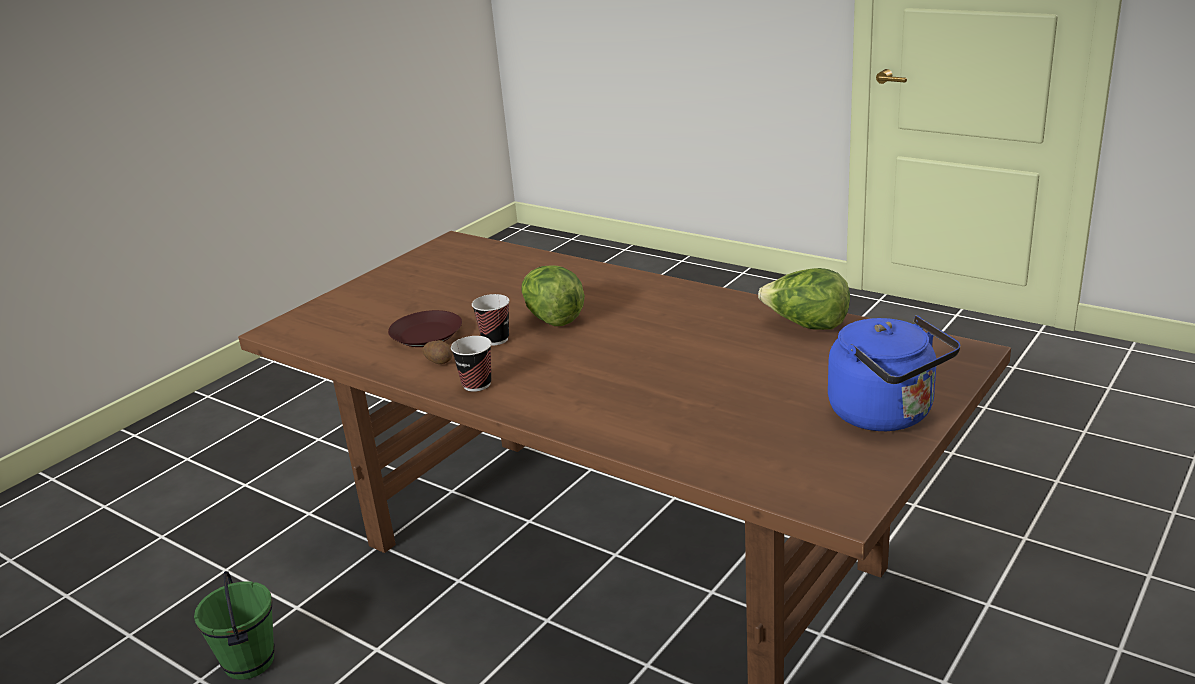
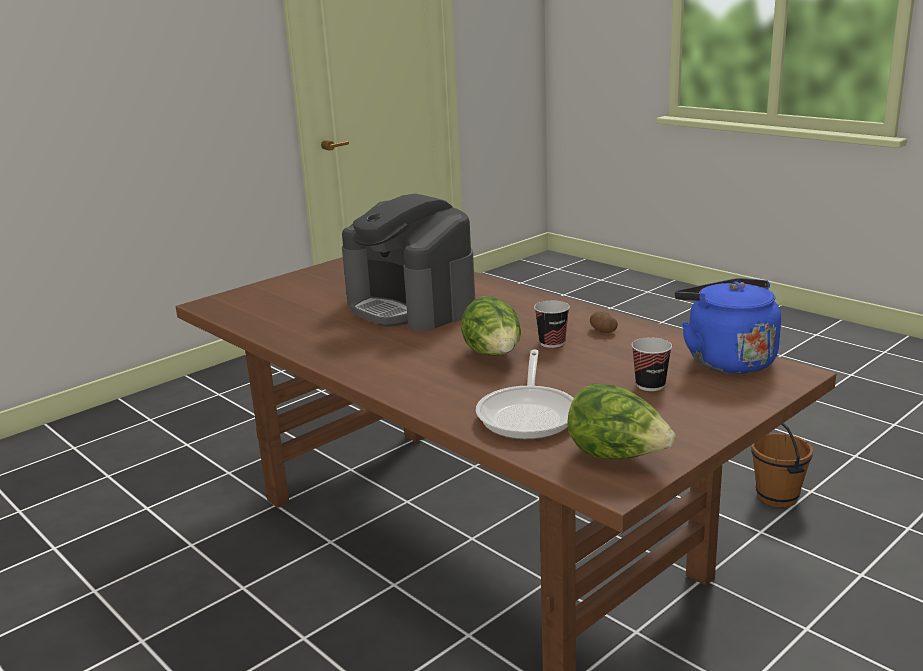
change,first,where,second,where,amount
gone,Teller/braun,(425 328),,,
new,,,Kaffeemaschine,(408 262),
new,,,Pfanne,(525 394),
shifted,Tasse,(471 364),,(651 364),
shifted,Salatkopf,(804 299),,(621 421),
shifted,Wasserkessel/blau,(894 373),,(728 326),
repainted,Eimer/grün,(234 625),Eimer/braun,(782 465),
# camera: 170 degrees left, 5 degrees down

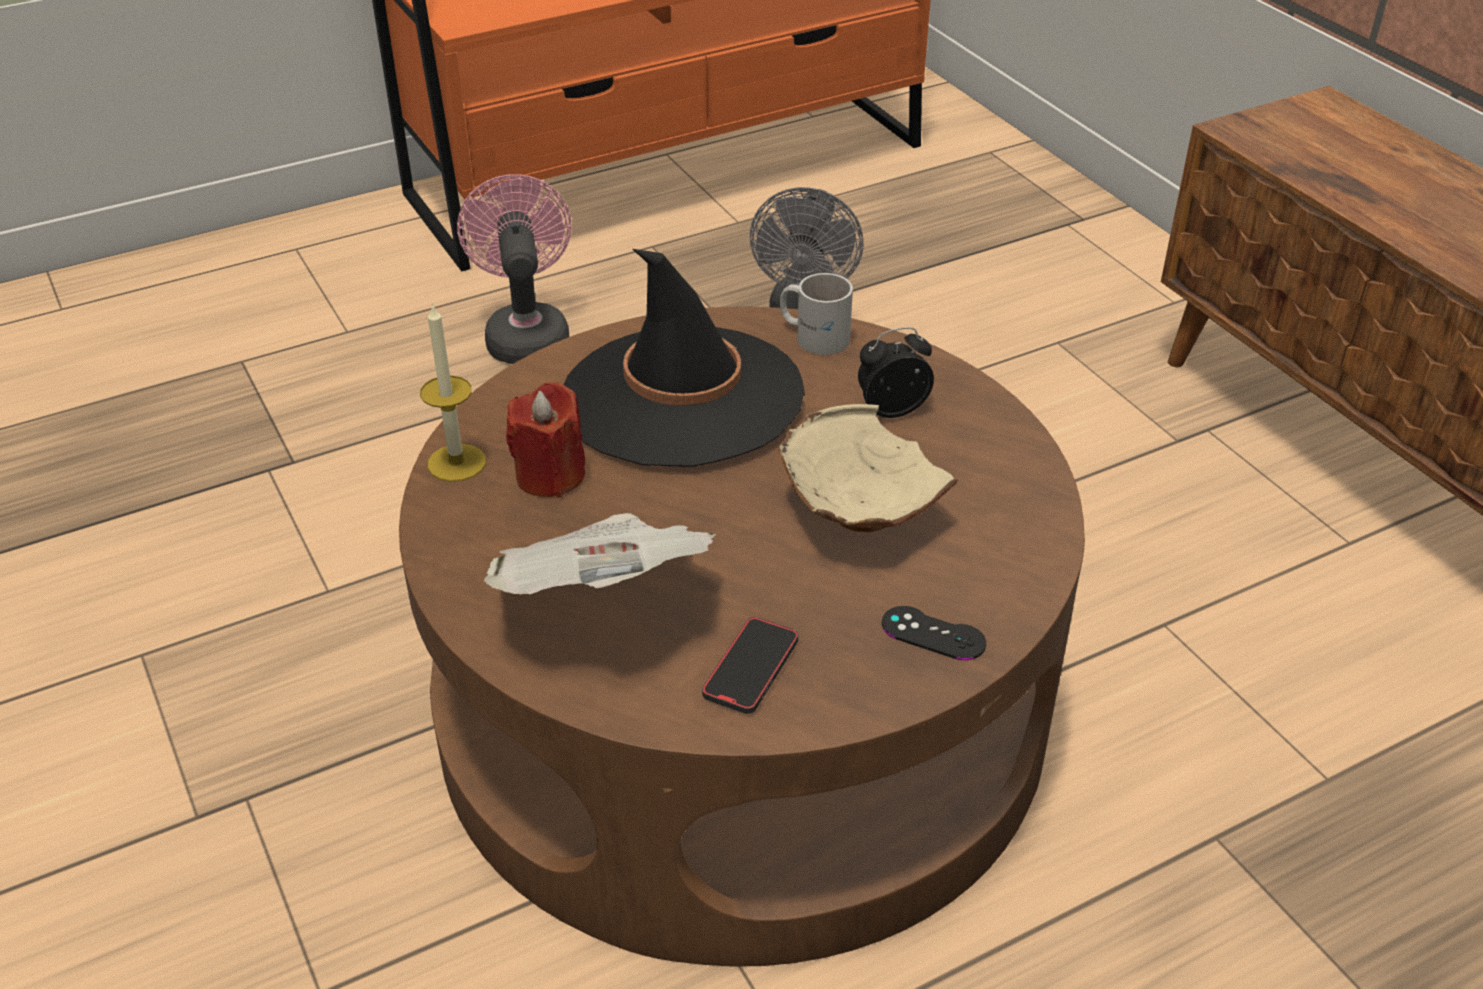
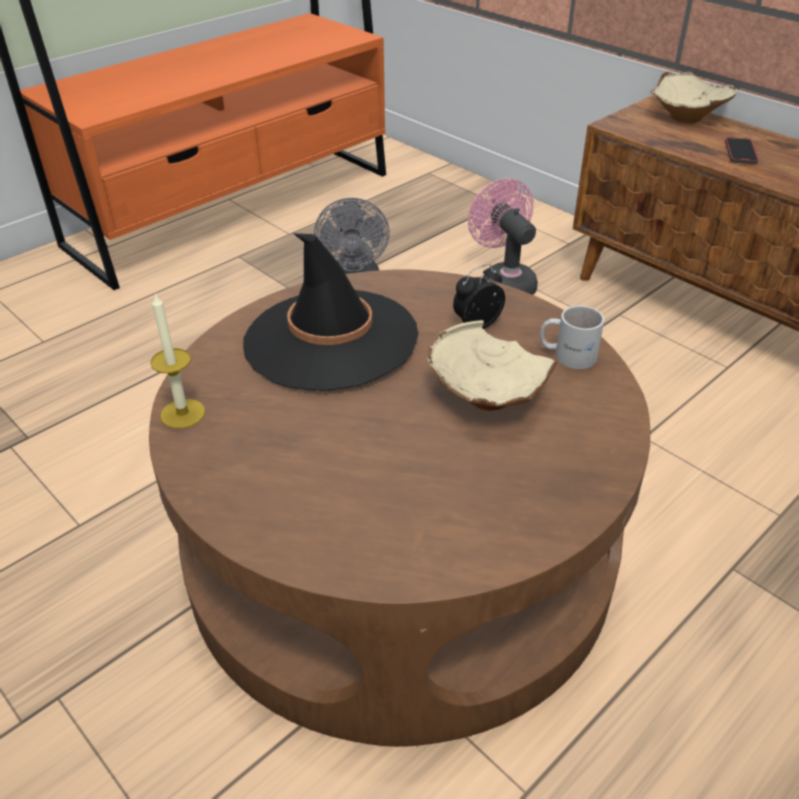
change,first,where,second,where,amount
gone,Zeitung,(599 553),,,
gone,Kerze/rot,(545 440),,,
gone,Gamepad/schwarz,(934 633),,,
new,,,Schüssel/beige,(694 97),
shifted,Ventilator/rosa,(514 269),,(503 236),
shifted,Handy,(750 665),,(742 150),
shifted,Henkelbecher/weiß,(816 314),,(572 337),
# camera: 15 degrees left, 0 degrees up

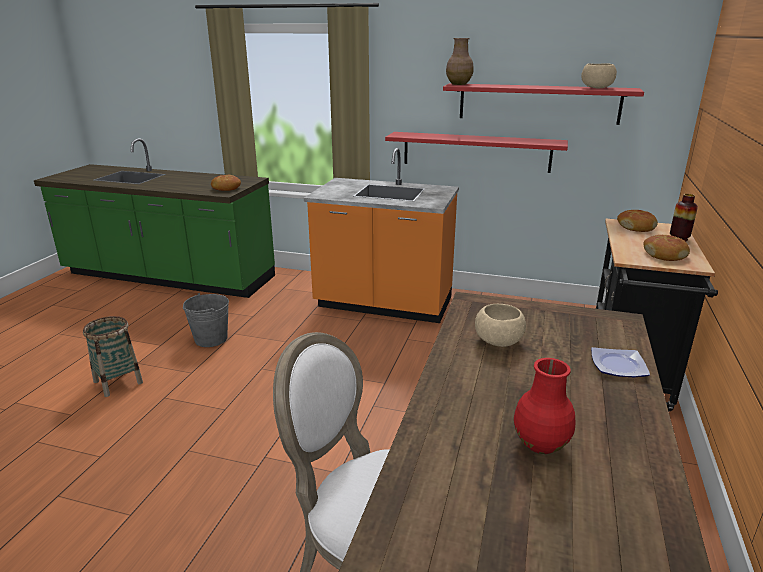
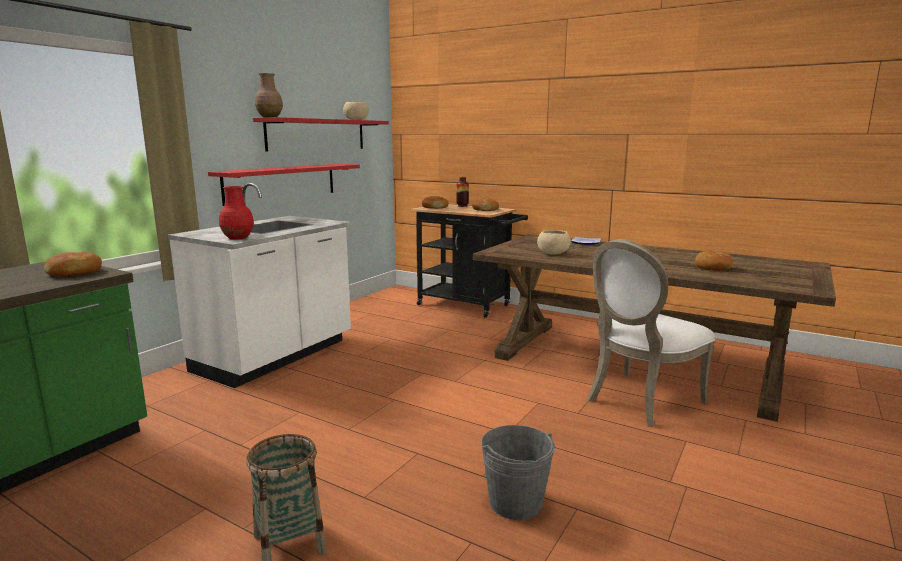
change,first,where,second,where,amount
new,,,Brot,(714 261),
shifted,Eimer/grau,(206 320),,(518 472),
shifted,Vase/rot,(545 406),,(236 213),
repainted,Küchenzeile/orange,(381 235),Küchenzeile/weiß,(259 285),
# camera: 75 degrees left, 10 degrees down

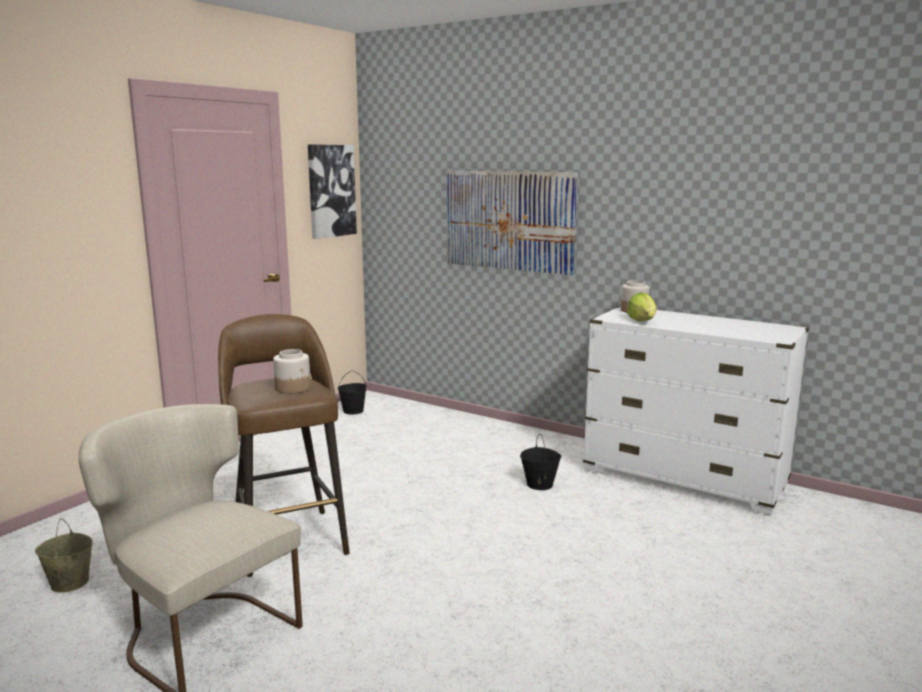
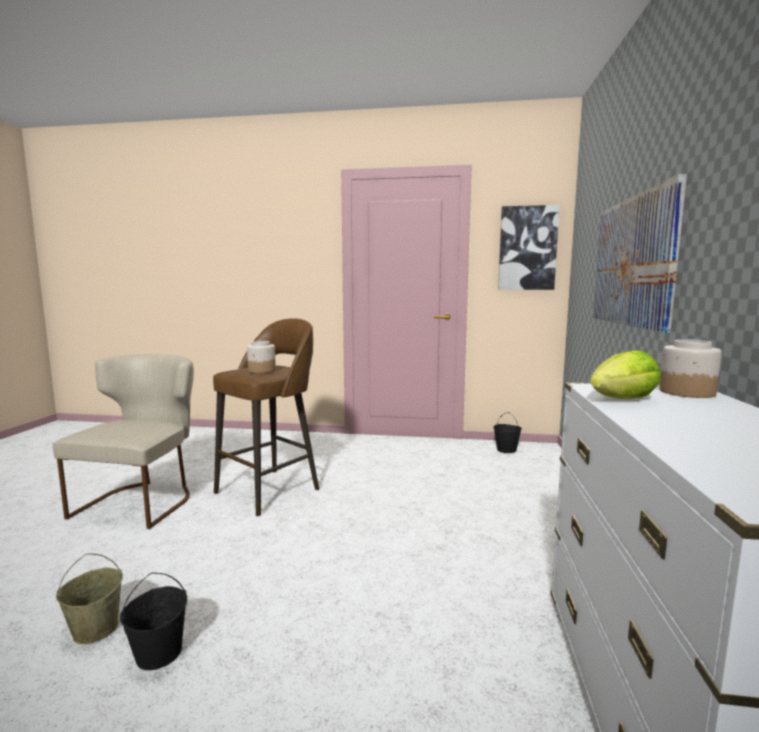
change,first,where,second,where,amount
shifted,Eimer/beige,(64 556),,(89 598),
shifted,Eimer/schwarz,(540 462),,(153 621),
# camera: 65 degrees right, 5 degrees down

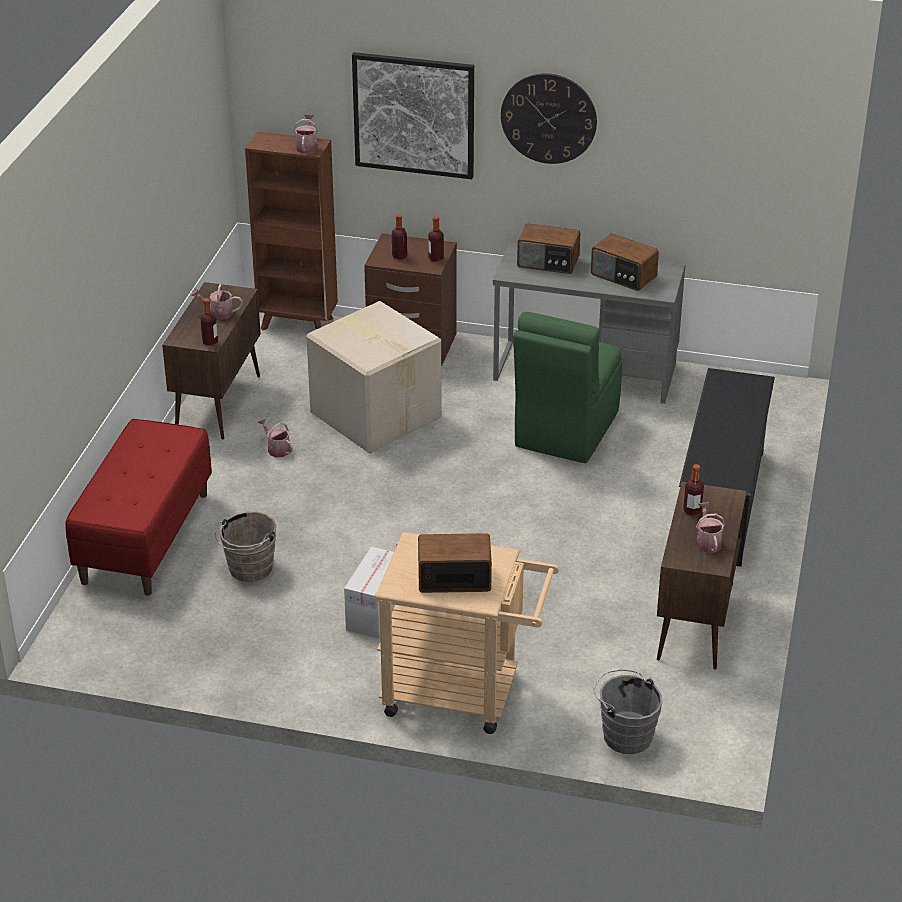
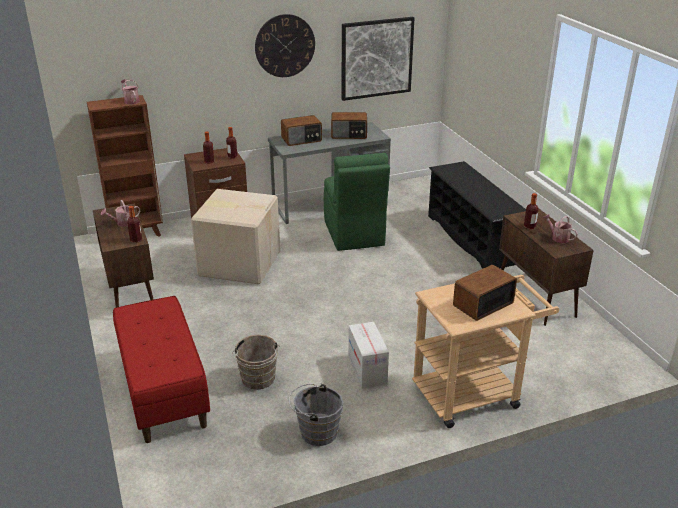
change,first,where,second,where,amount
gone,Gießkanne,(275 437),,,
shifted,Bild,(413 115),,(378 59),
shifted,Eimer/grau,(628 712),,(316 414),
# camera: 35 degrees left, 5 degrees down

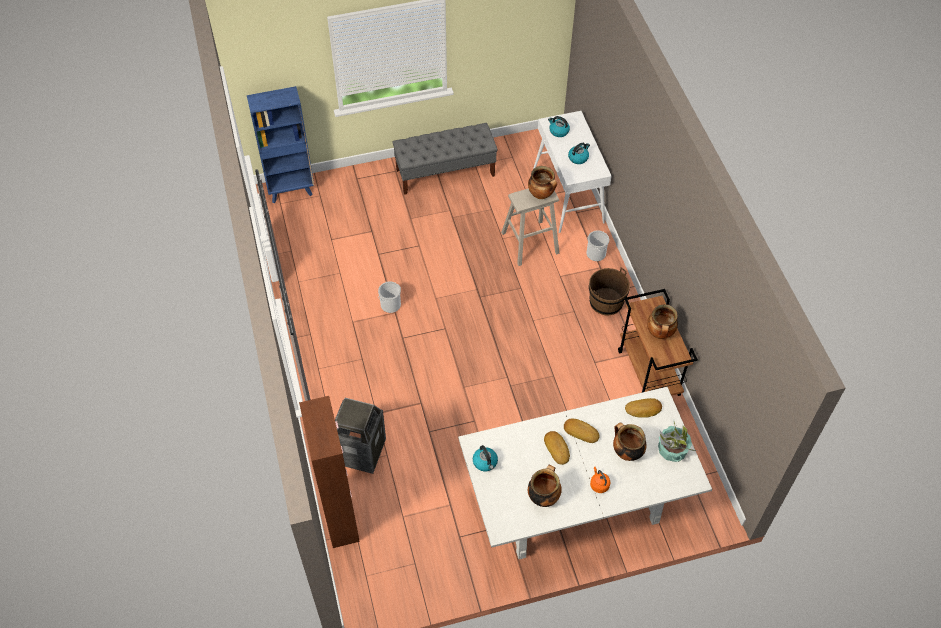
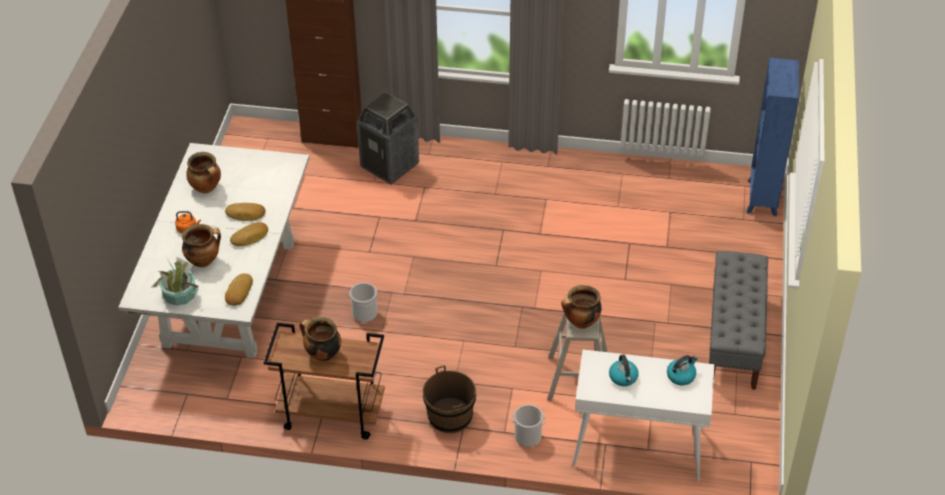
change,first,where,second,where,amount
gone,Wasserkessel,(485 458),,,
shifted,Eimer,(389 297),,(363 302),
# camera: 115 degrees right, 10 degrees down

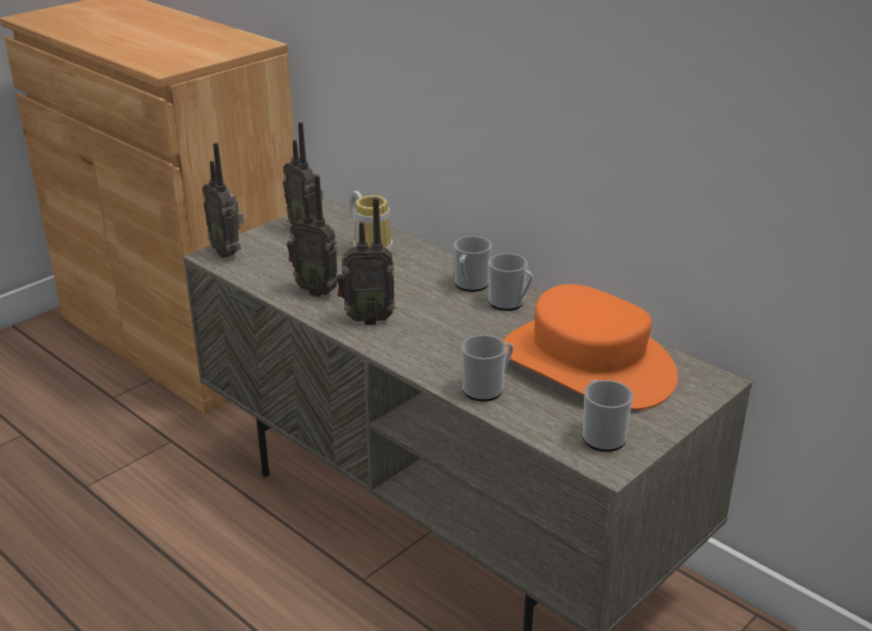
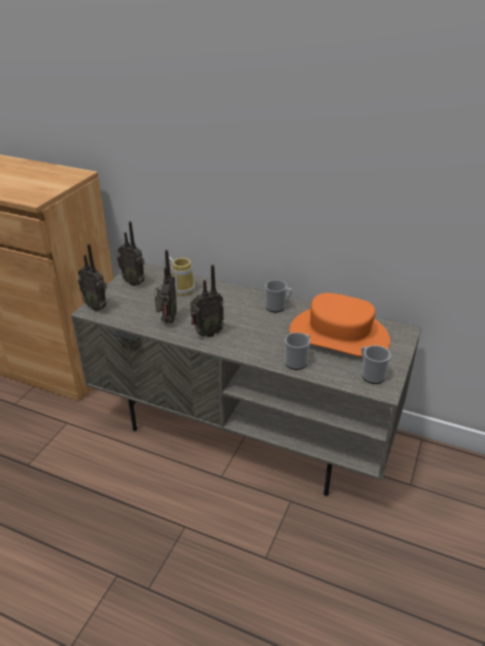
change,first,where,second,where,amount
gone,Henkelbecher,(473 264),,,
rotated,Radio,(312 236),,(165 286),90 degrees counterclockwise
# camera: 20 degrees left, 5 degrees up

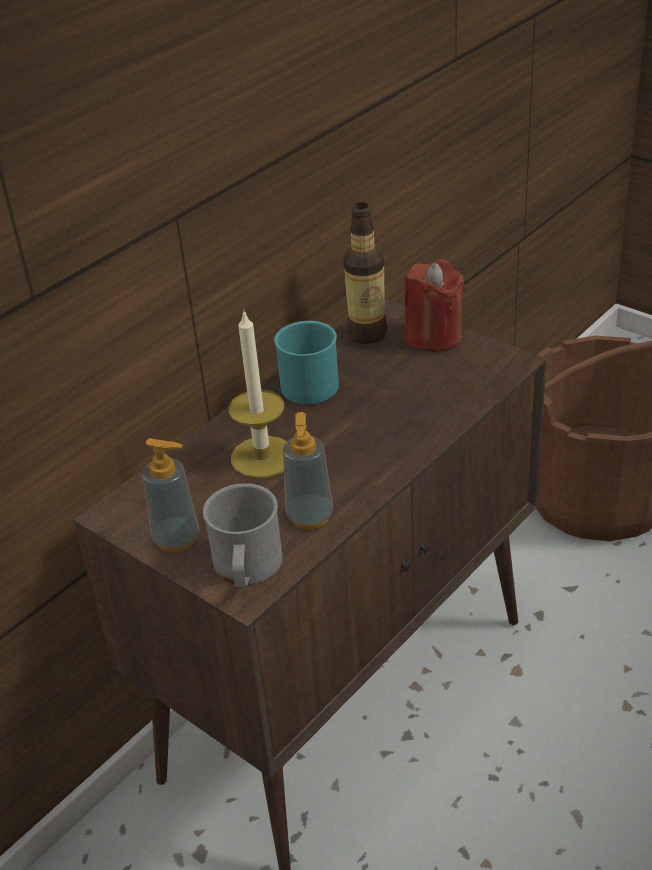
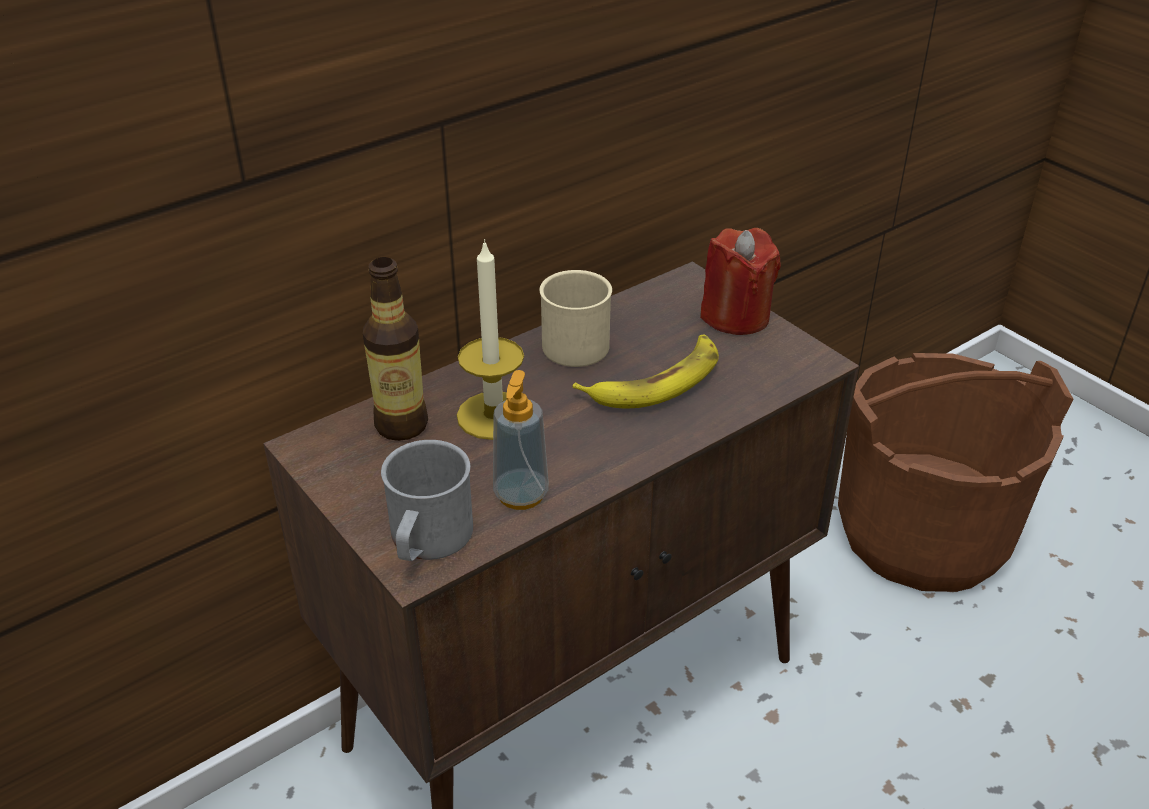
change,first,where,second,where,amount
gone,Seifenspender,(170 495),,,
new,,,Banane,(645 371),
shifted,Flasche,(365 273),,(395 349),
repainted,Henkelbecher/türkis,(306 363),Henkelbecher/beige,(575 318),
# camera: 10 degrees right, 0 degrees up

